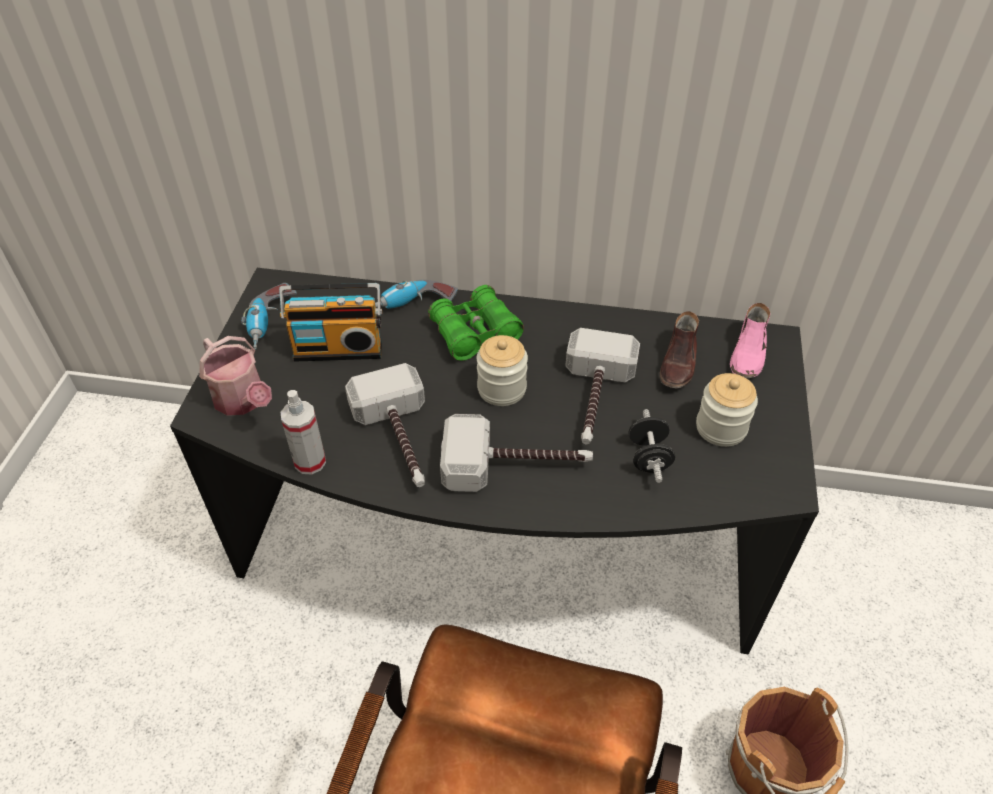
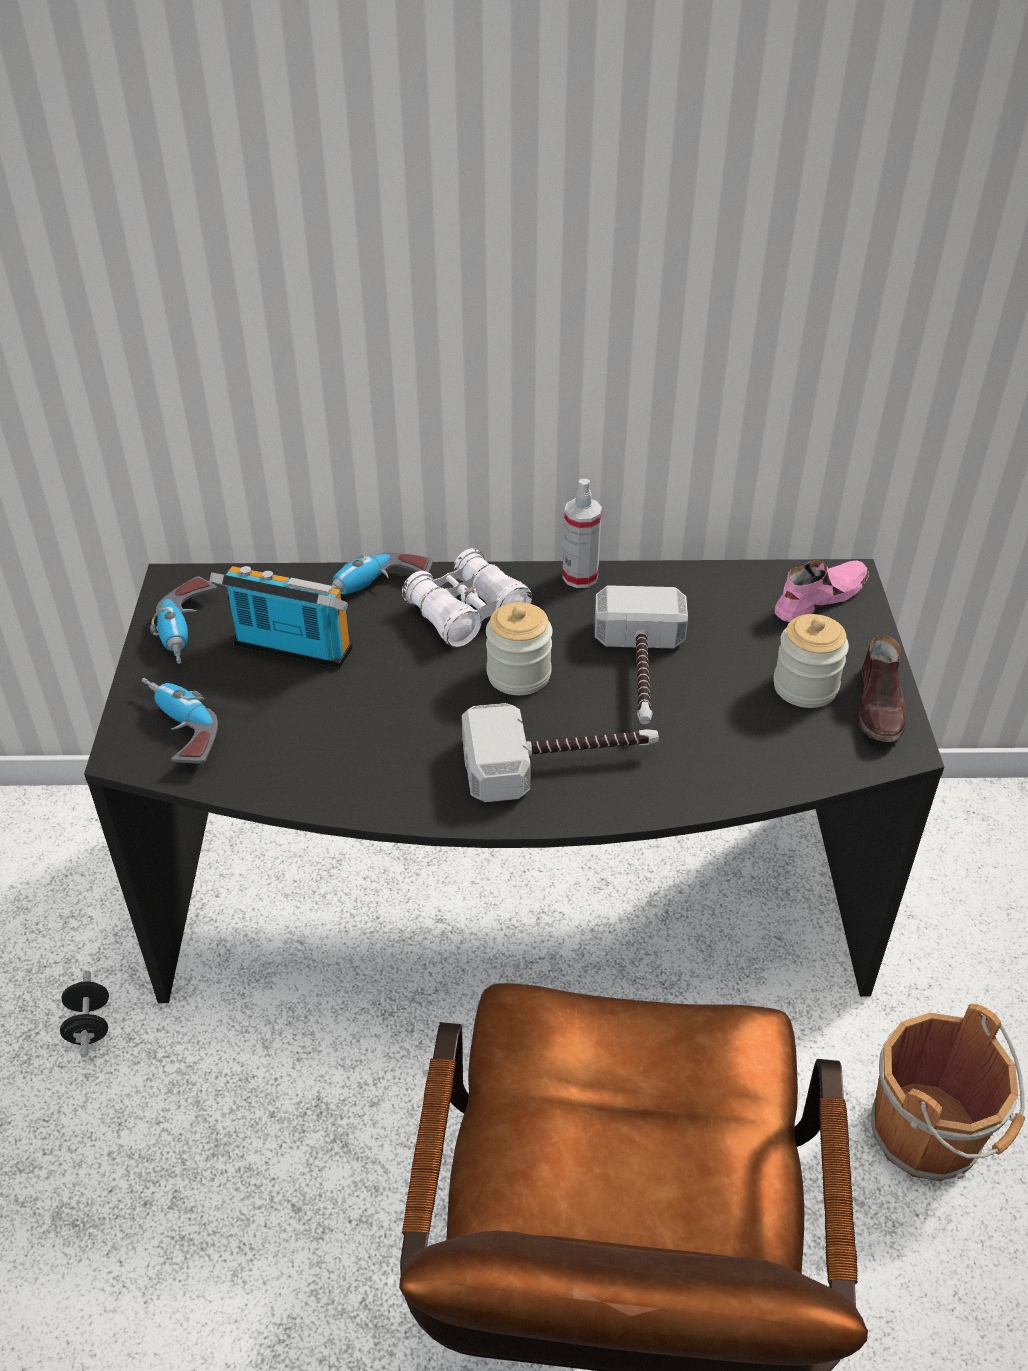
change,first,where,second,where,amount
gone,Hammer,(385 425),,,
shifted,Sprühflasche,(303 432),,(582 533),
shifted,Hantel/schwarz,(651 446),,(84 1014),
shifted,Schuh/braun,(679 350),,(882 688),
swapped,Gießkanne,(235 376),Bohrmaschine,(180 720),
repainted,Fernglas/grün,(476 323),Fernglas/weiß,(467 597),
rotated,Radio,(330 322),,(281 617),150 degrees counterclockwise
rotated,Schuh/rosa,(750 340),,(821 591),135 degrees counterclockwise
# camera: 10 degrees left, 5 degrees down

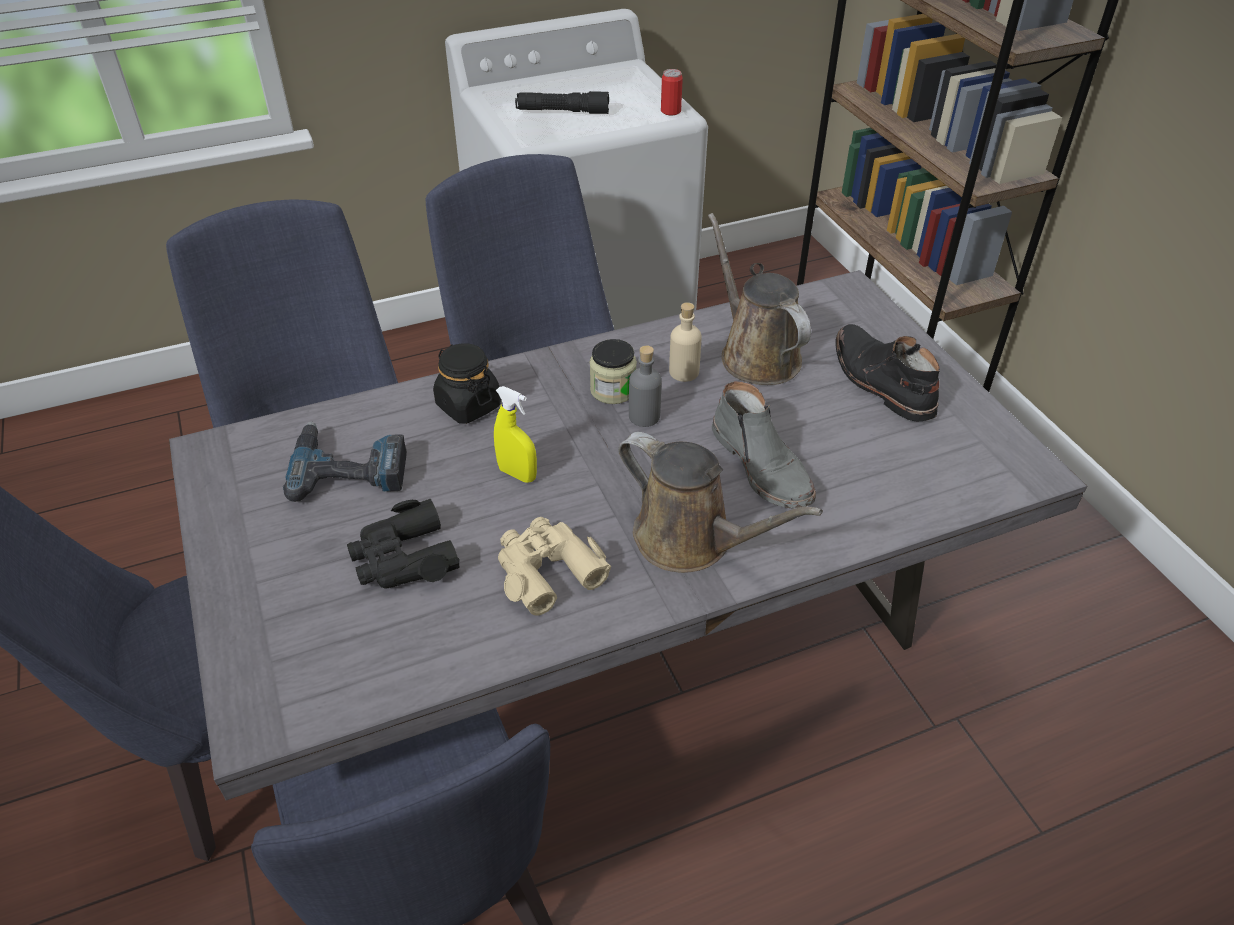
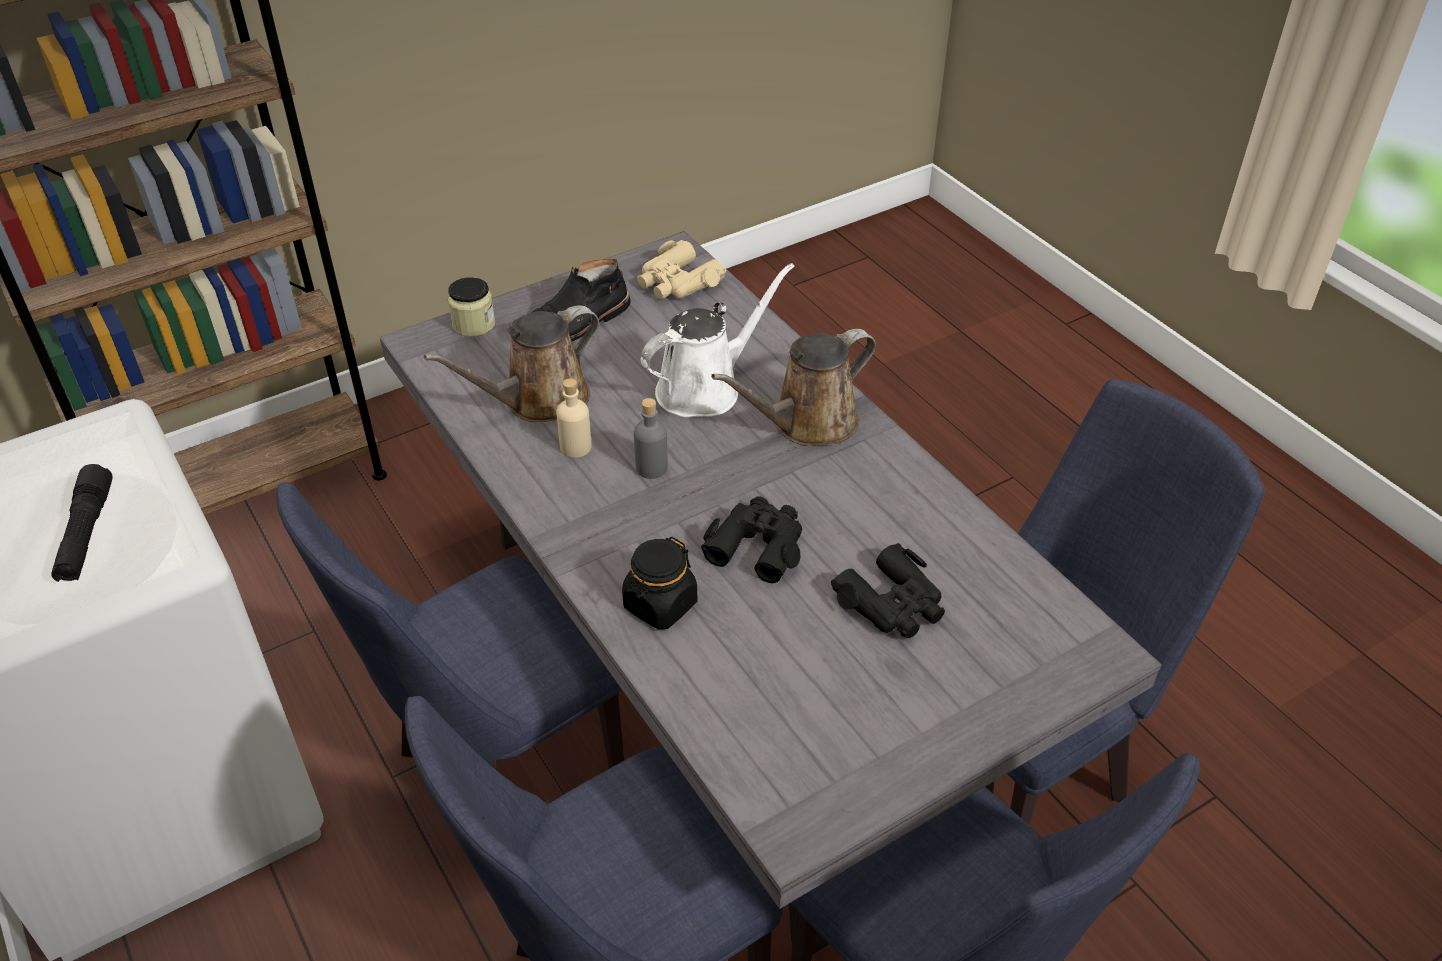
change,first,where,second,where,amount
gone,Bohrmaschine,(345 462),,,
gone,Dose,(672 92),,,
shifted,Fernglas/beige,(554 566),,(681 269),
shifted,Vorratsglas,(613 371),,(471 307),
swapped,Sprühflasche/gelb,(515 434),Fernglas/schwarz,(751 539),
swapped,Stiefel/grau,(764 444),Gießkanne/weiß,(717 340),
rotated,Gießkanne/braun,(720 502),,(793 387),150 degrees counterclockwise
# camera: 100 degrees left, 0 degrees up

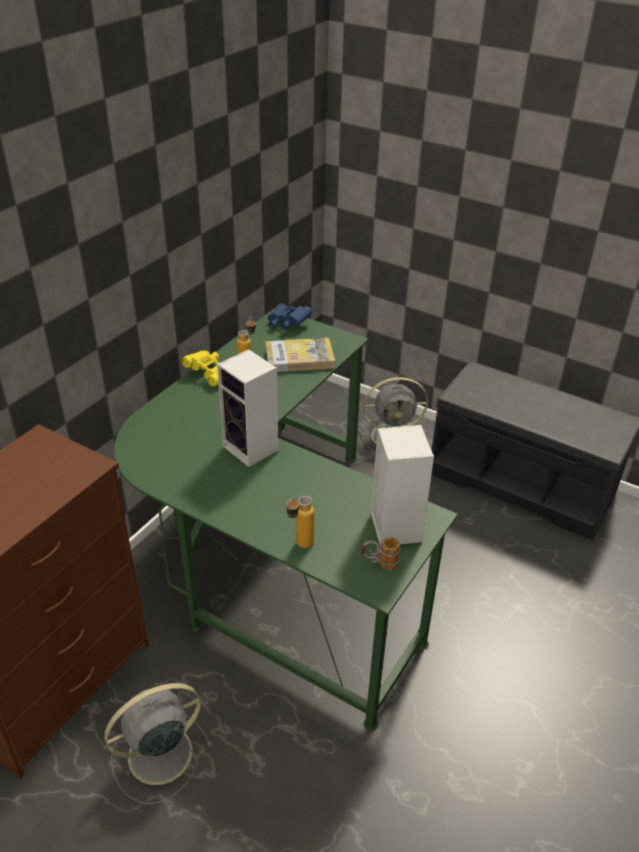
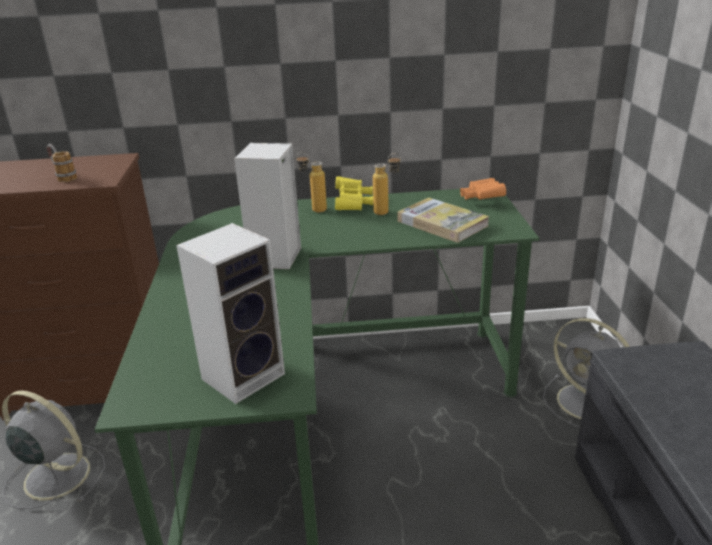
change,first,where,second,where,amount
shifted,Flasche,(300 522),,(311 182),
shifted,Henkelbecher,(380 553),,(62 163),
repainted,Fernglas/blau,(290 317),Fernglas/orange,(483 189),
# camera: 55 degrees right, 10 degrees down

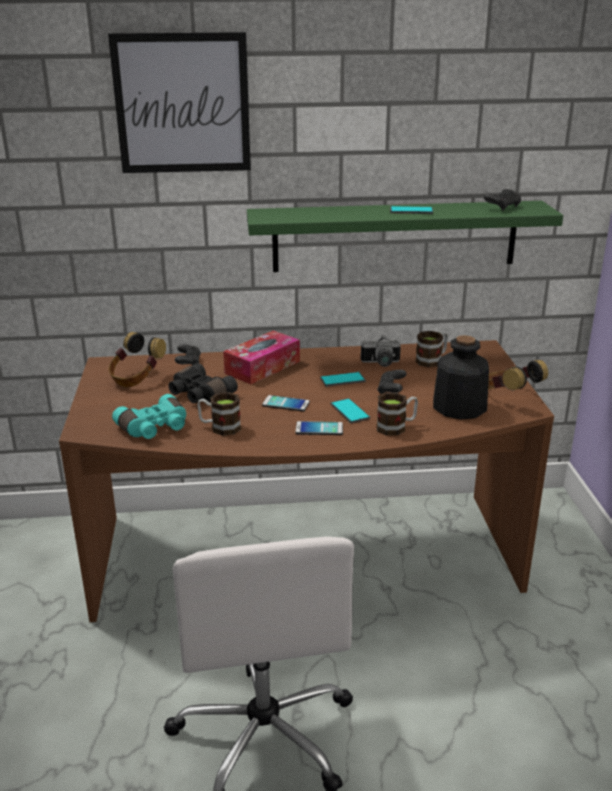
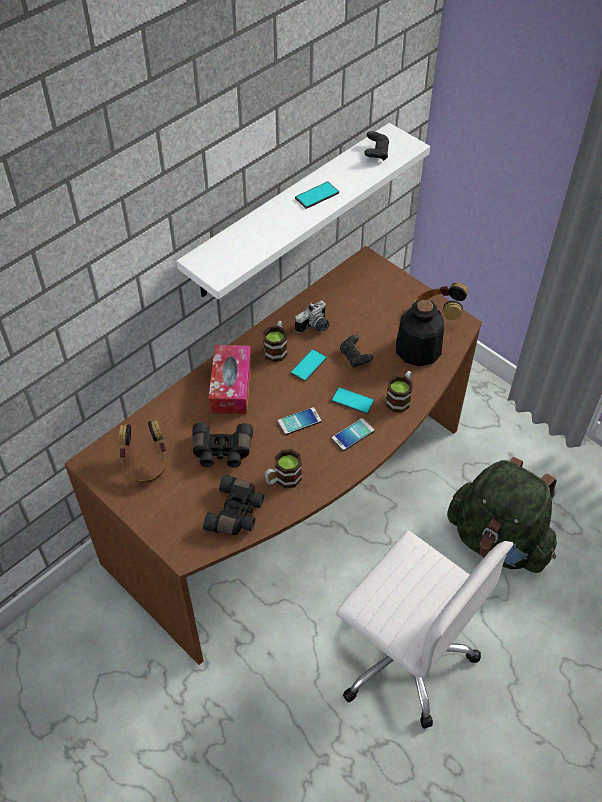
change,first,where,second,where,amount
gone,Bild,(179 102),,,
gone,Gamepad/schwarz,(188 354),,,
new,,,Rucksack/grün,(502 515),
shifted,Henkelbecher,(432 349),,(275 341),
repainted,Fernglas/türkis,(149 416),Fernglas/schwarz,(233 504),
repainted,Wandregal/grün,(405 236),Wandregal/weiß,(303 211),
# camera: 40 degrees left, 25 degrees up

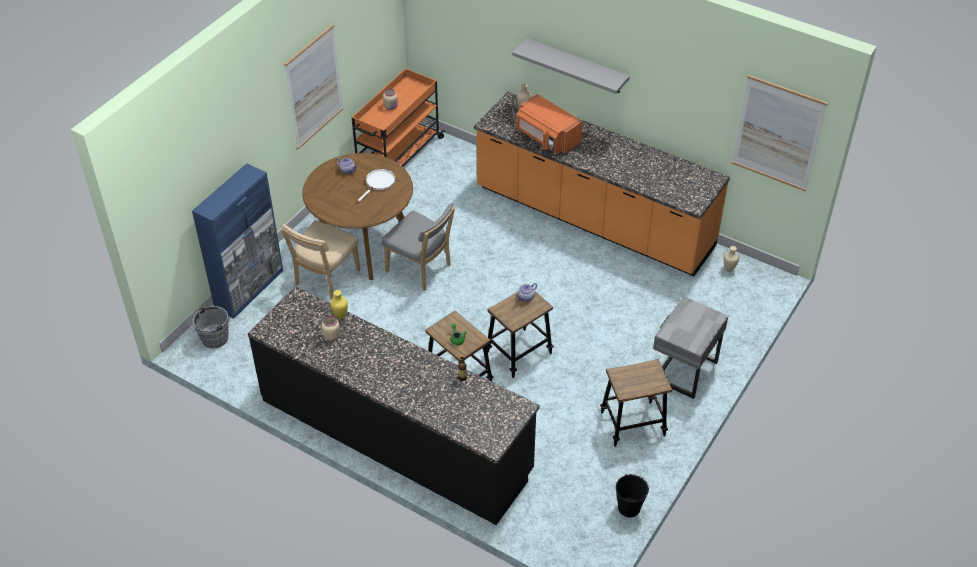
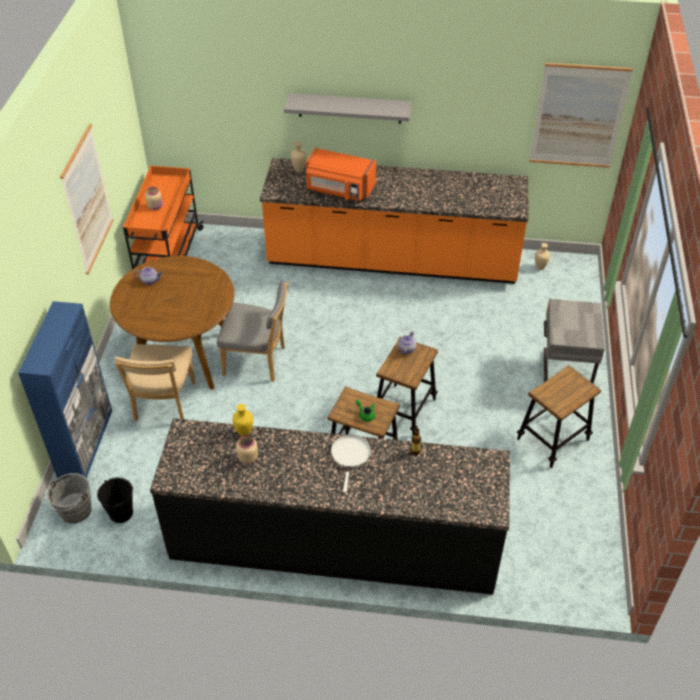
change,first,where,second,where,amount
shifted,Pfanne/weiß,(377 185),,(351 463),
shifted,Eimer/schwarz,(632 495),,(115 500),
# camera: 25 degrees left, 0 degrees up

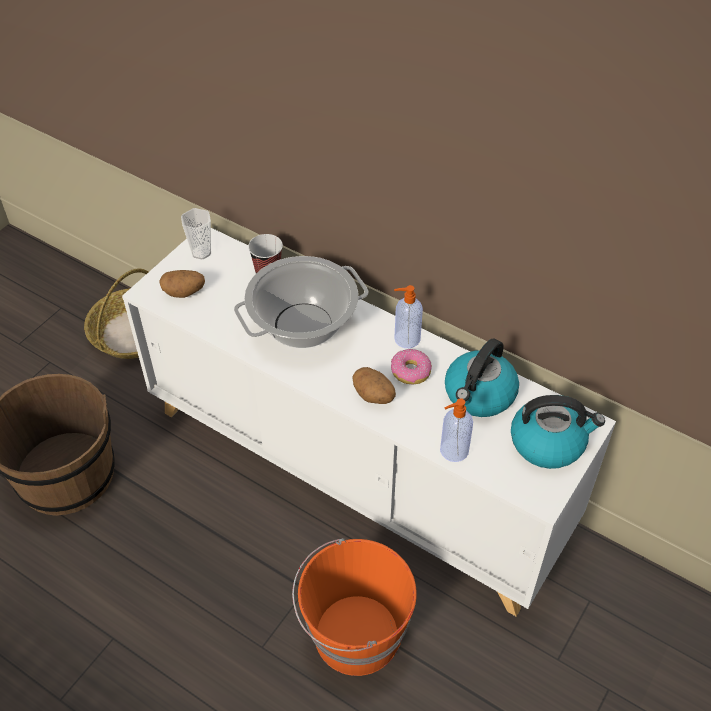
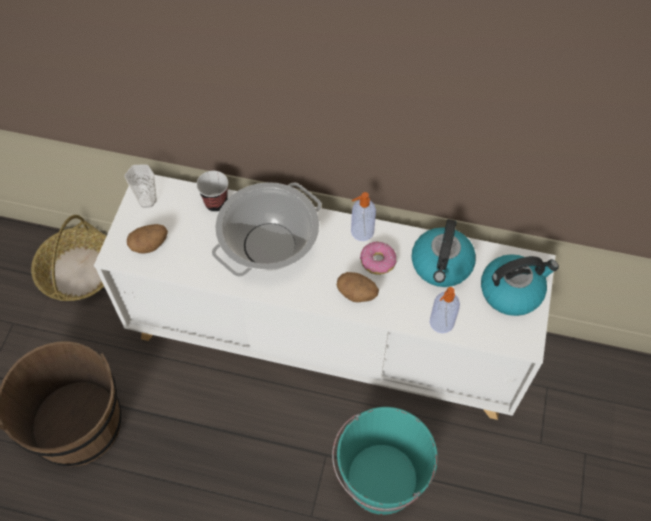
change,first,where,second,where,amount
repainted,Eimer/orange,(354 607),Eimer/türkis,(385 461),
# camera: 20 degrees left, 10 degrees up

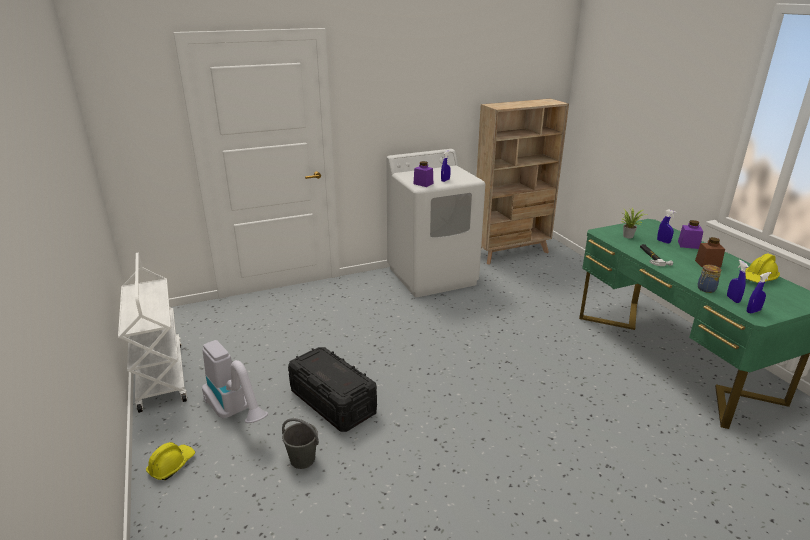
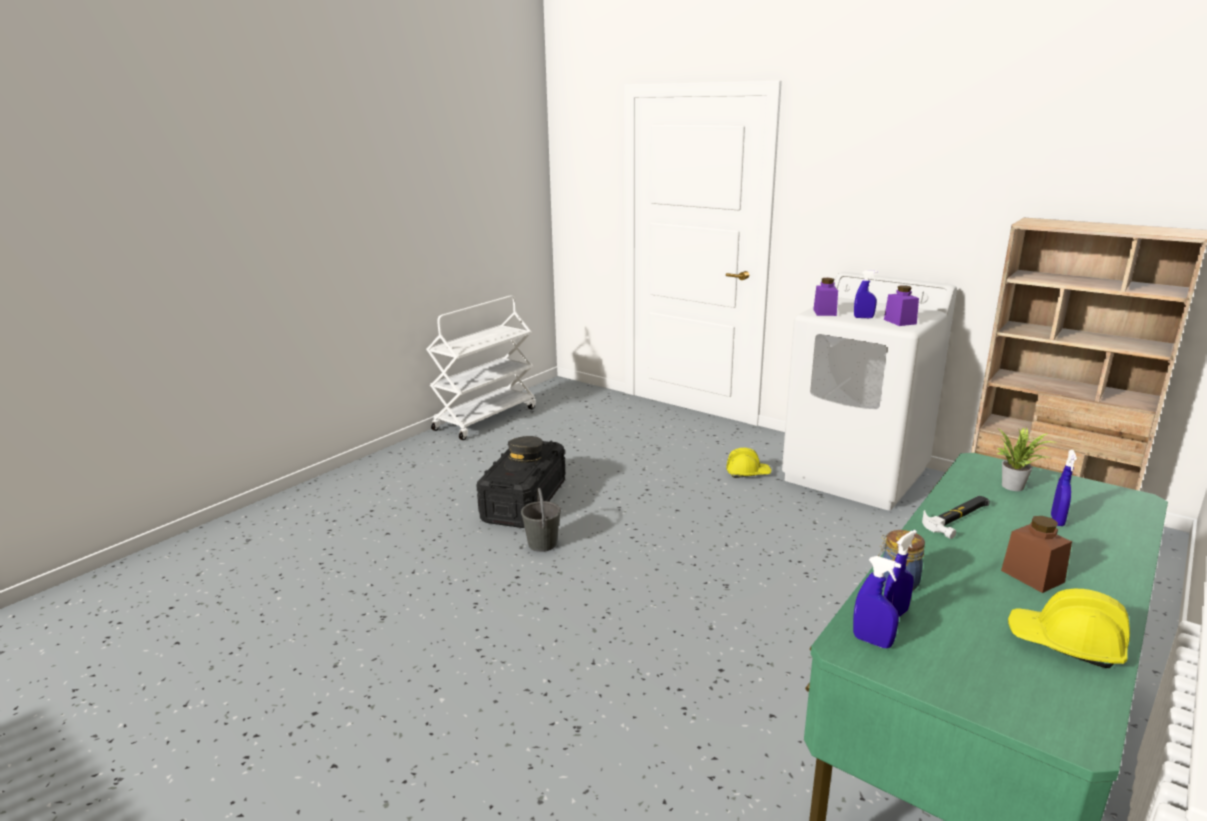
change,first,where,second,where,amount
gone,Staubsauger,(235 381),,,
new,,,Kappe/grau,(523 453),
shifted,Schutzhelm/gelb,(170 461),,(748 463),
shifted,Eimer/grau,(300 443),,(541 520),
shifted,Vorratsglas/lila,(690 234),,(901 305),
# camera: 60 degrees right, 5 degrees down

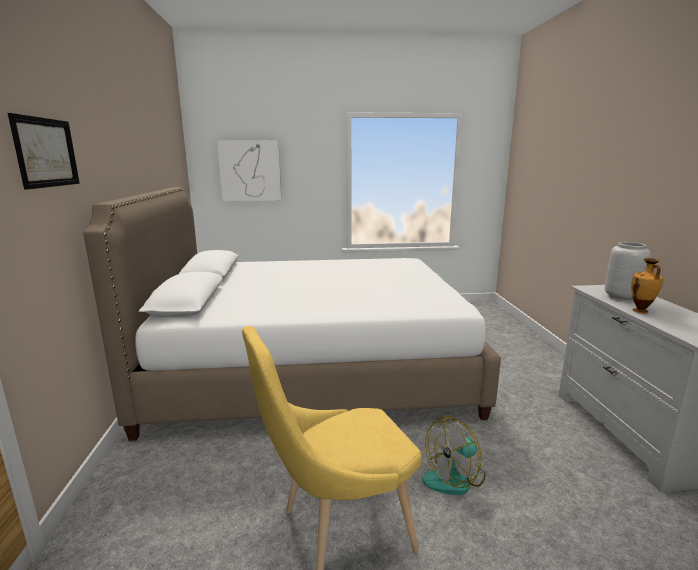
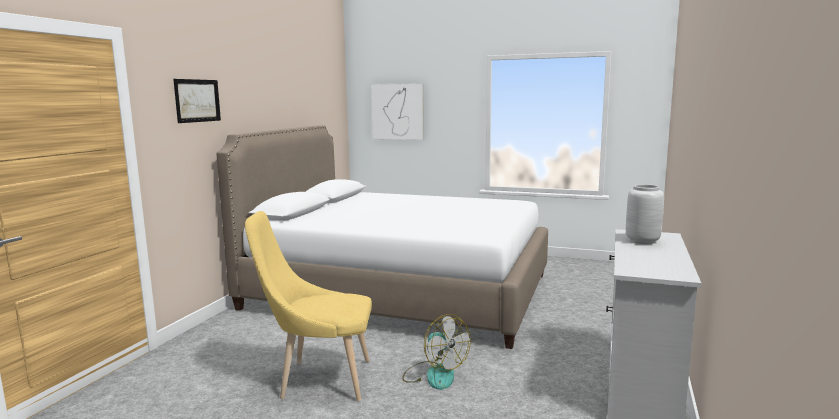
change,first,where,second,where,amount
gone,Vase,(647 285),,,
rotated,Ventilator,(454 455),,(436 352),120 degrees counterclockwise
# camera: 25 degrees right, 5 degrees down

